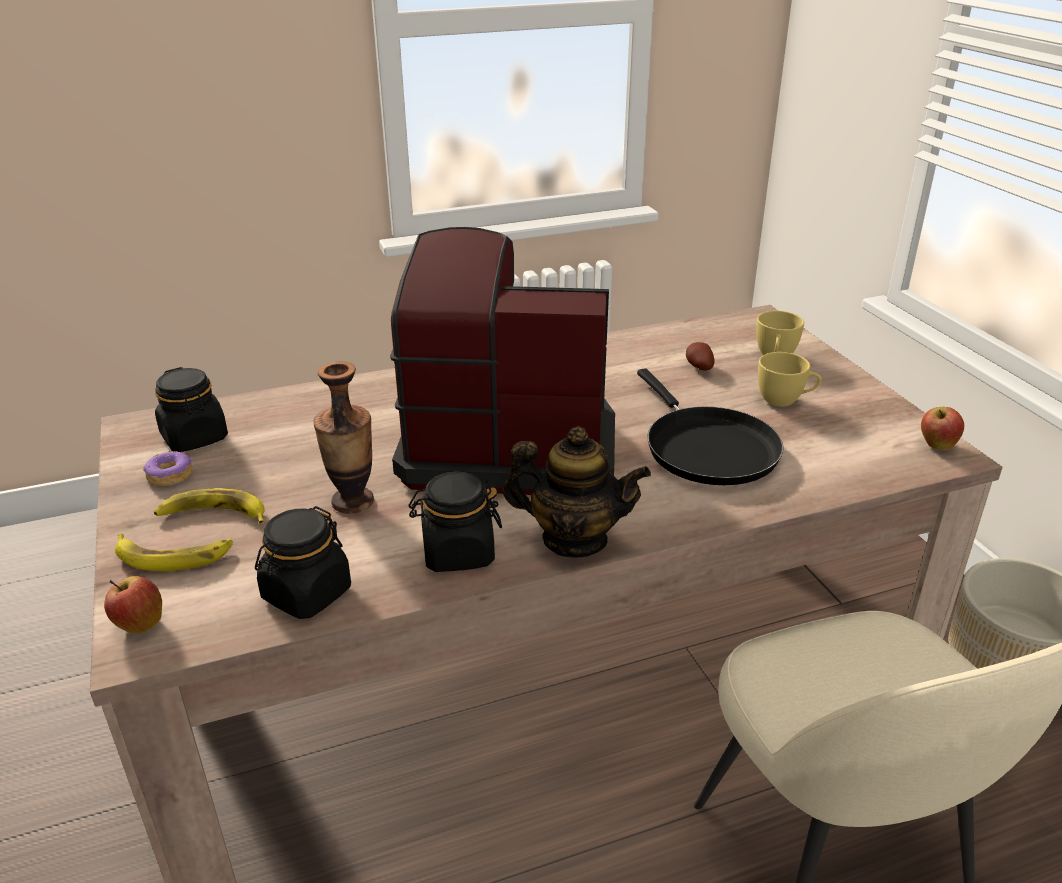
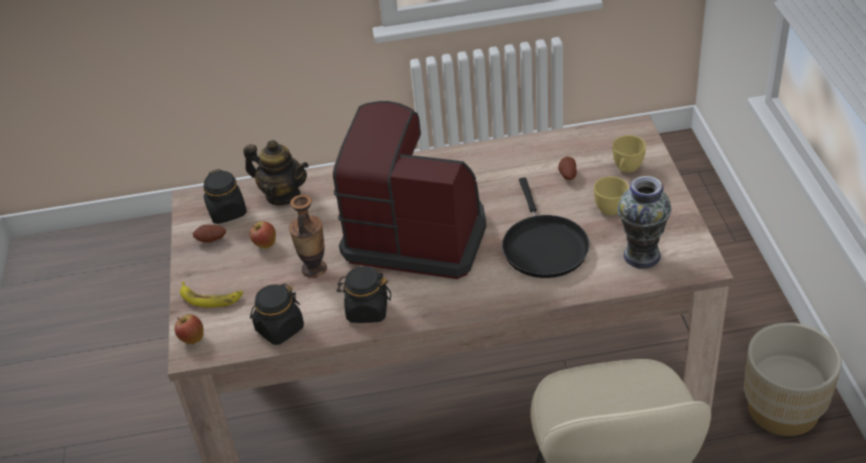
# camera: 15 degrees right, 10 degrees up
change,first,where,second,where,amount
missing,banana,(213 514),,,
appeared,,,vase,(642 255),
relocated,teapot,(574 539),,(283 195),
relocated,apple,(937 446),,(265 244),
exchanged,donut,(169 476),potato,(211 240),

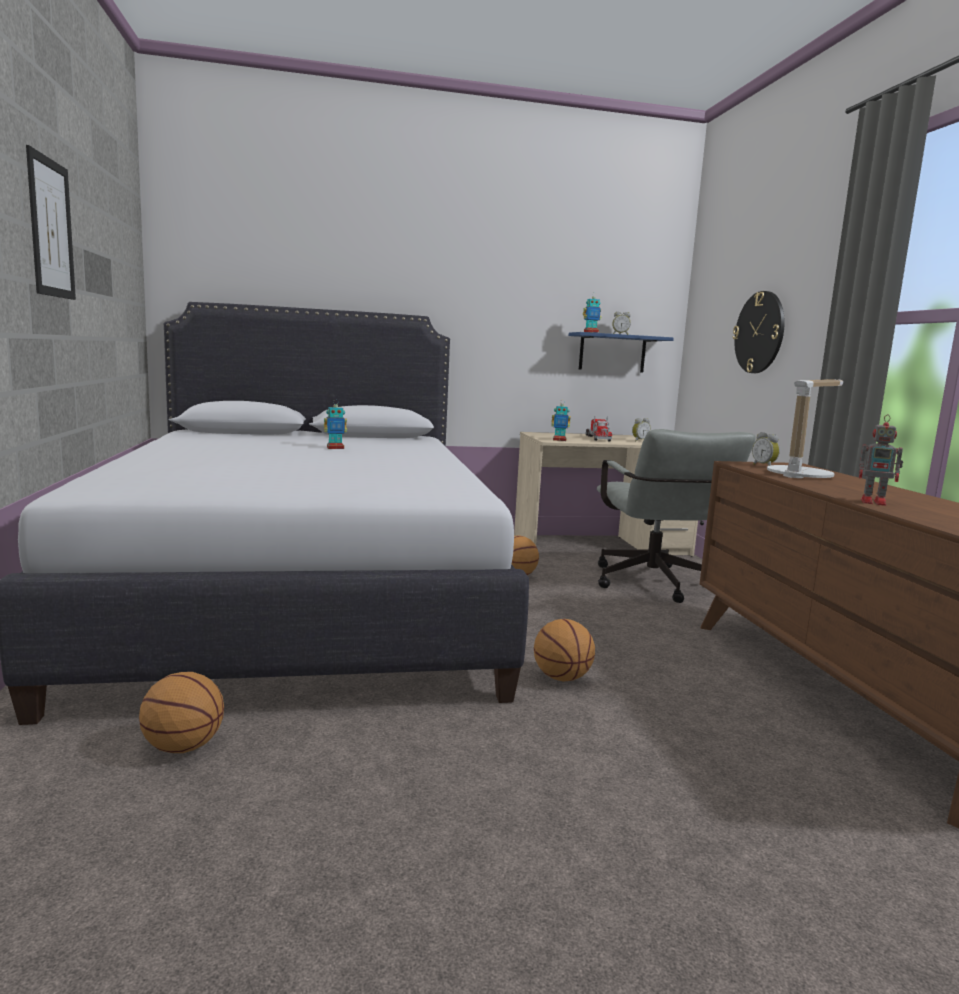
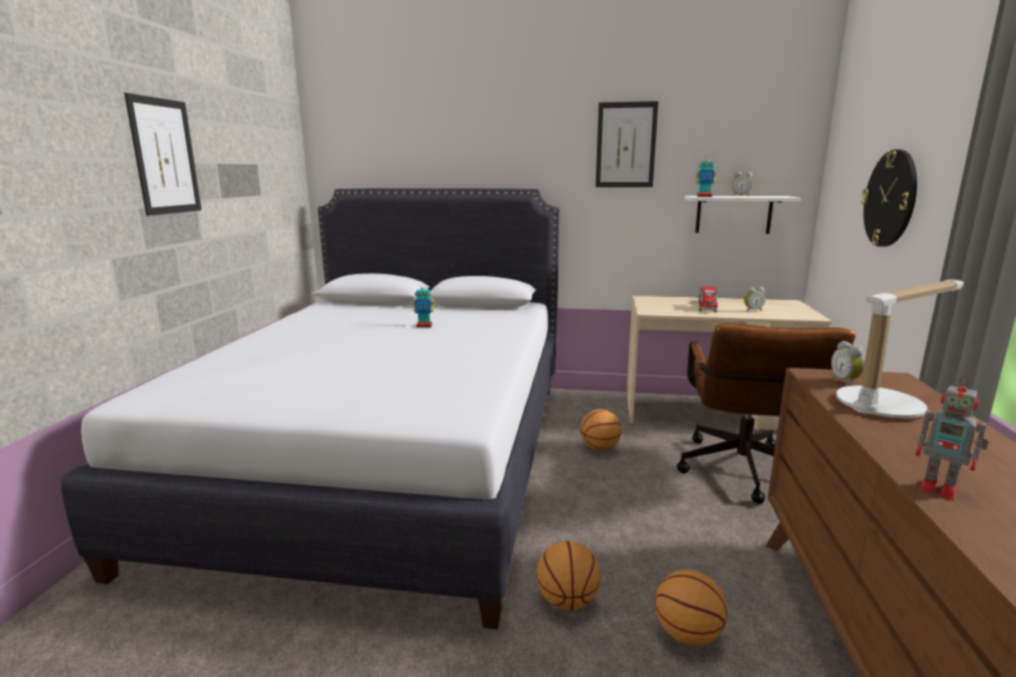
# camera: 20 degrees right, 5 degrees up
change,first,where,second,where,amount
missing,toy robot,(559 440),,,
appeared,,,picture,(626 145),
relocated,basketball,(184 747),,(688 634),
colour,blue shelf,(612 353),white shelf,(733 214),
colour,grey office chair,(656 586),brown office chair,(744 475),

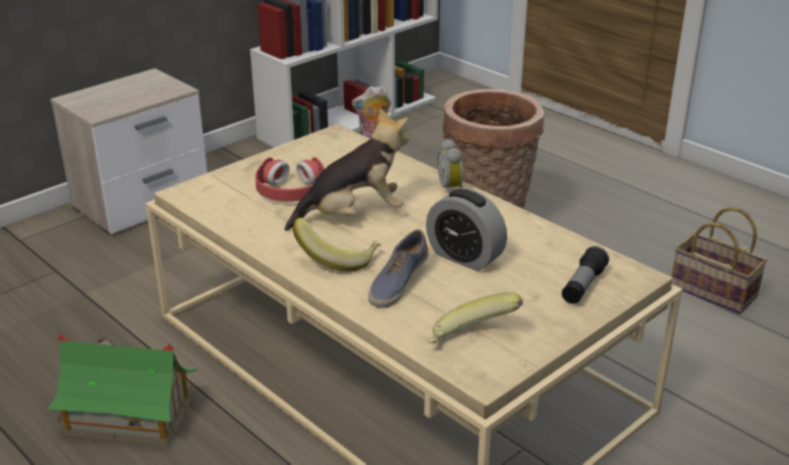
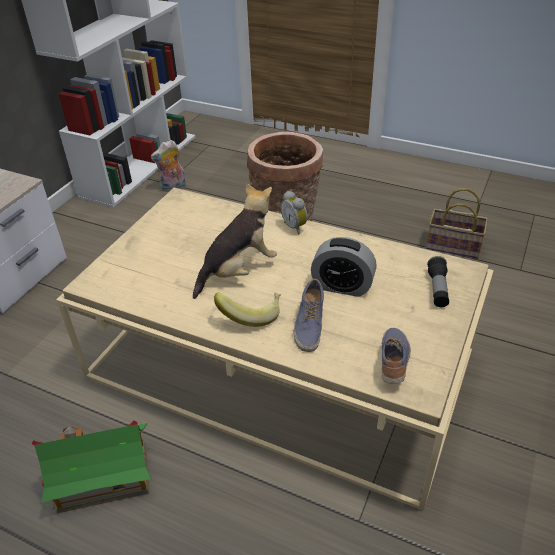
# camera: 20 degrees left, 10 degrees up
change,first,where,second,where,amount
missing,red headphones,(291 191),,,
exchanged,banana,(472 341),shoe,(394 361),

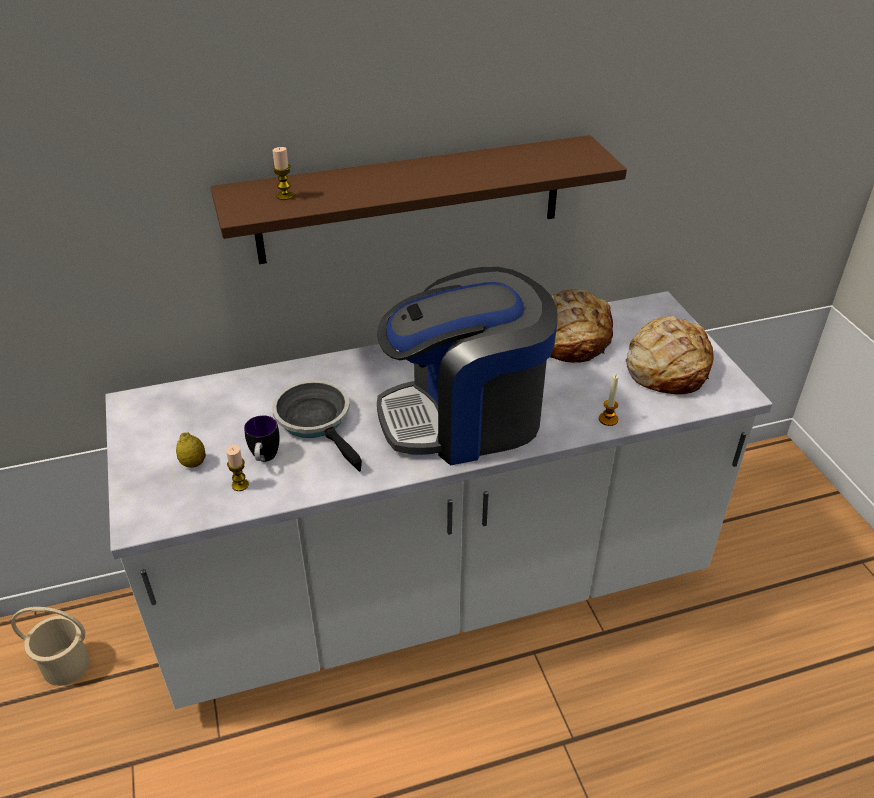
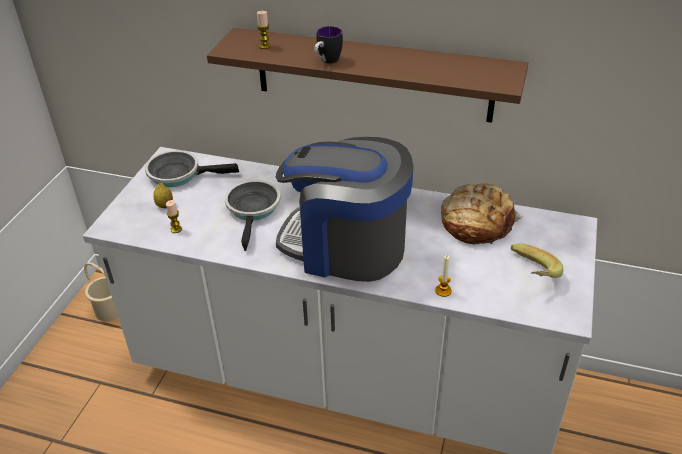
# camera: 35 degrees right, 0 degrees up
change,first,where,second,where,amount
appeared,,,frying pan,(179 174),
relocated,mug,(264 459),,(327 62),
exchanged,bread,(666 368),banana,(529 274),

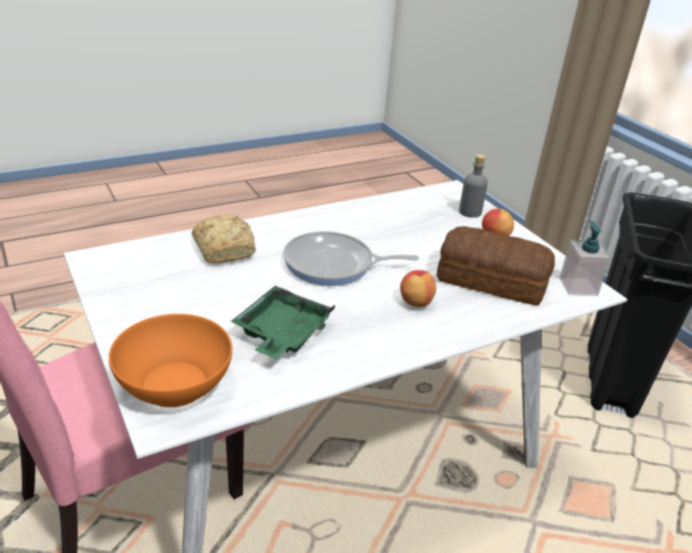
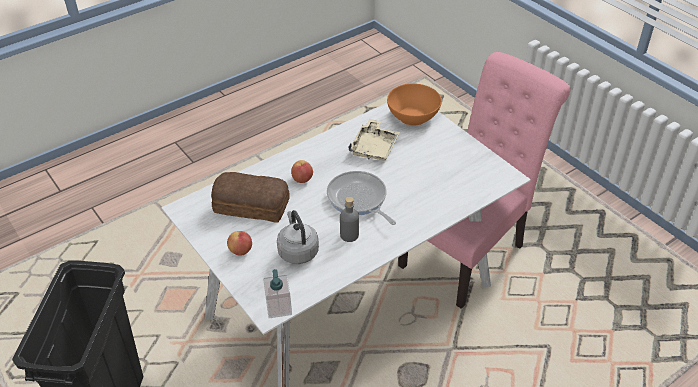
# camera: 175 degrees right, 10 degrees up
change,first,where,second,where,amount
missing,bread,(224 249),,,
appeared,,,grey kettle,(297 251),
relocated,grey bottle,(470 212),,(349 235),
relocated,soap dispenser,(578 286),,(279 307),
colour,green tray,(282 333),beige tray,(374 147),
spun,frying pan,(333 265),,(358 199),120 degrees counterclockwise

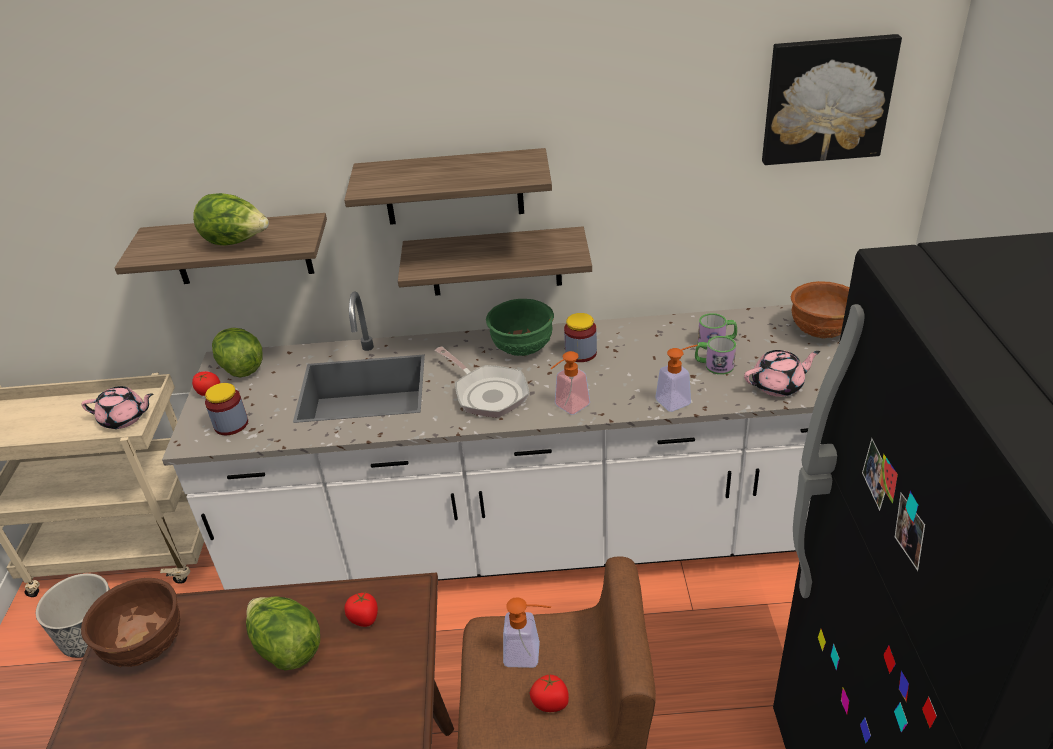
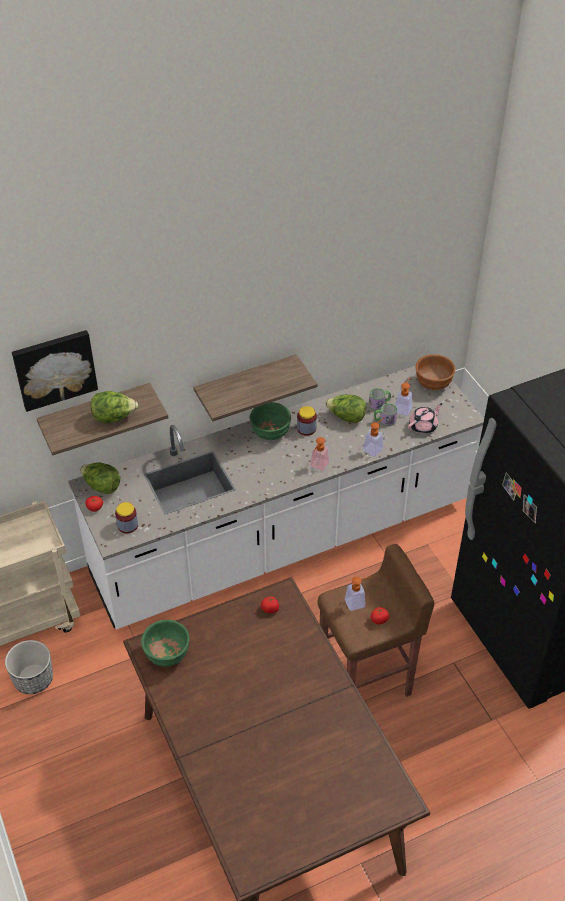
# camera: 25 degrees left, 10 degrees up
change,first,where,second,where,amount
missing,pink teapot,(124 419),,,
missing,shelf,(453 187),,,
missing,frying pan,(487 393),,,
appeared,,,soap dispenser,(404 407),
relocated,lettuce,(287 648),,(346 417),
relocated,picture,(826 99),,(54 368),
colour,brown bowl,(147 645),green bowl,(167 654),

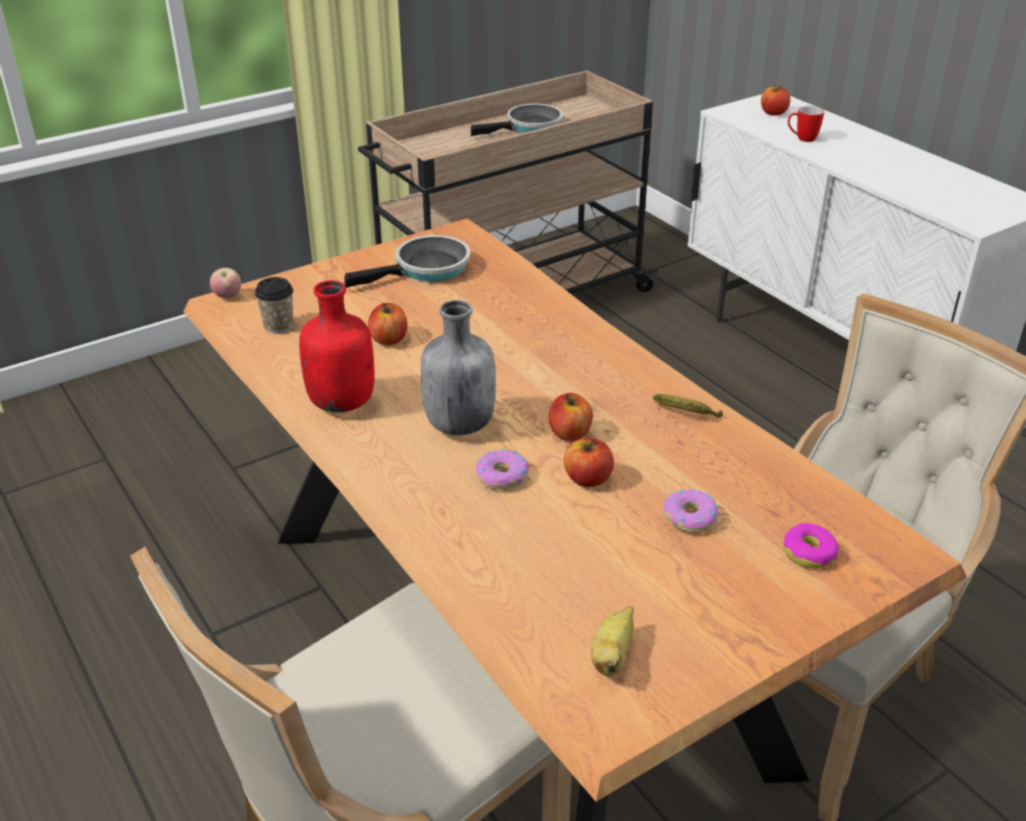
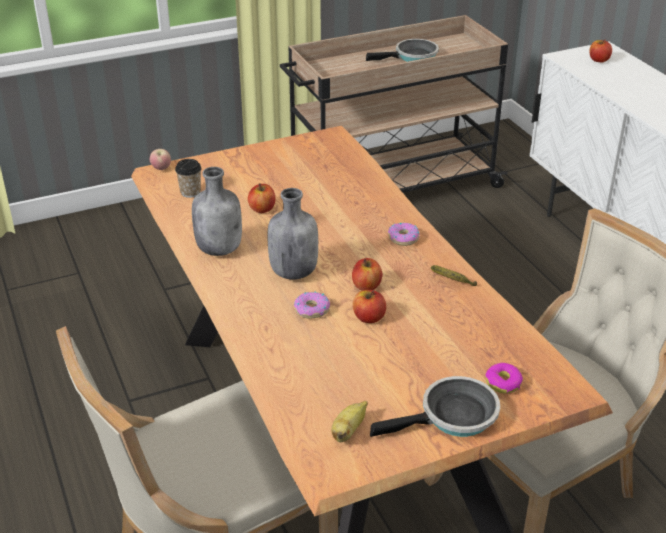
# camera: 10 degrees right, 0 degrees up
change,first,where,second,where,amount
missing,mug,(801 139),,,
relocated,frying pan,(427 270),,(453 417),
relocated,donut,(690 517),,(403 238),
colour,red bottle,(343 402),grey bottle,(220 249),

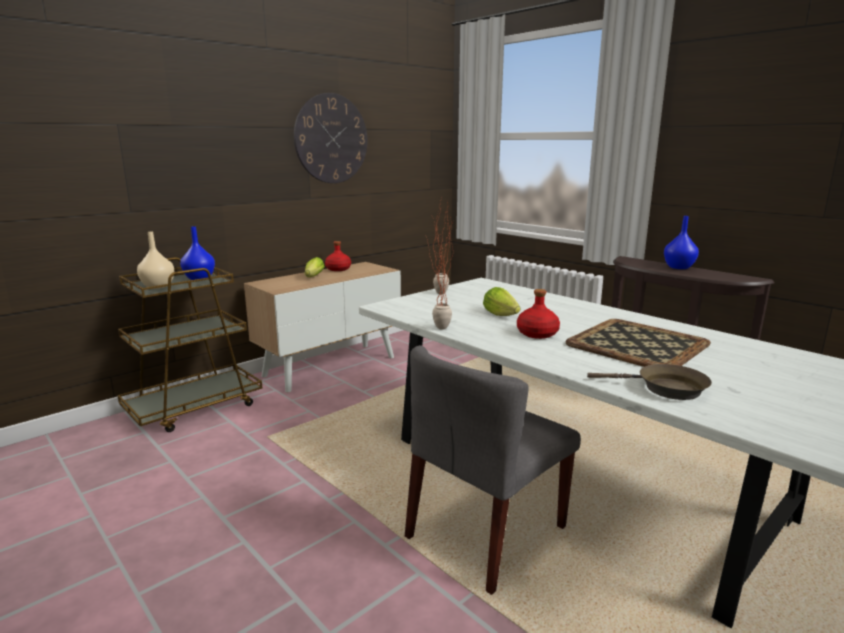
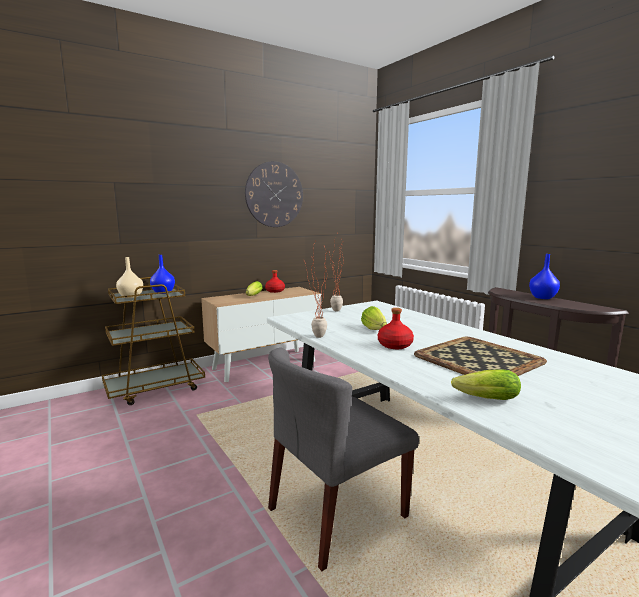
# camera: 10 degrees right, 5 degrees down
change,first,where,second,where,amount
exchanged,brown frying pan,(665 388),lettuce,(483 399),

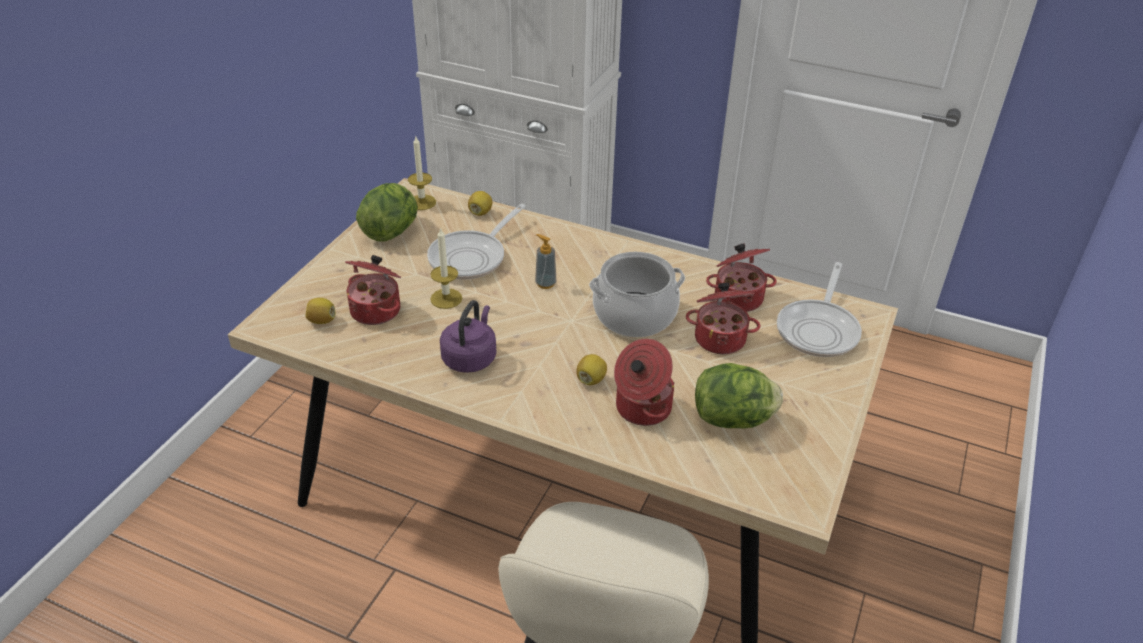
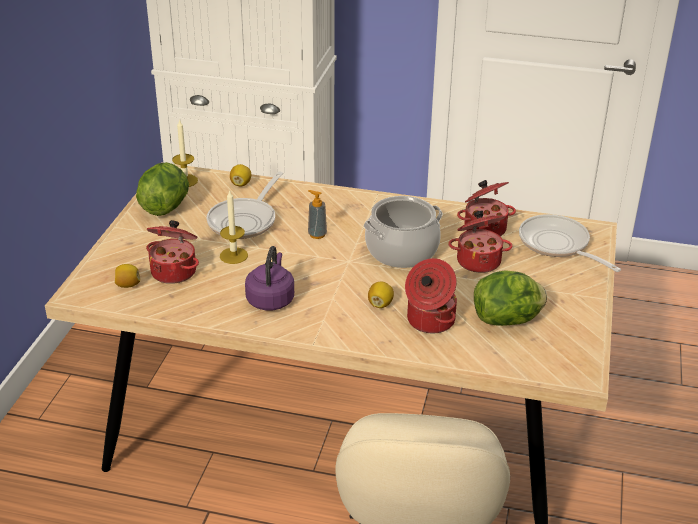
# camera: 10 degrees left, 5 degrees down
change,first,where,second,where,amount
spun,frying pan,(819 329),,(557 245),135 degrees clockwise

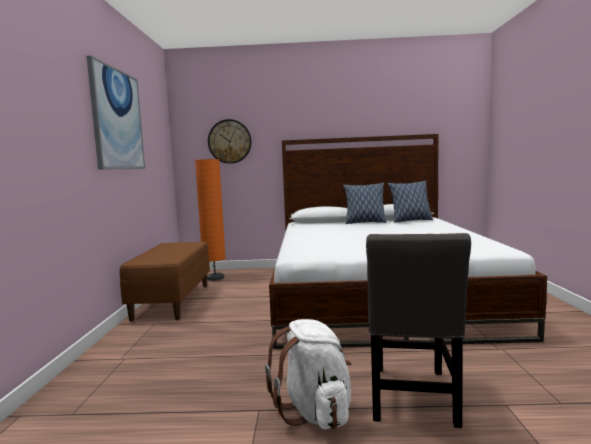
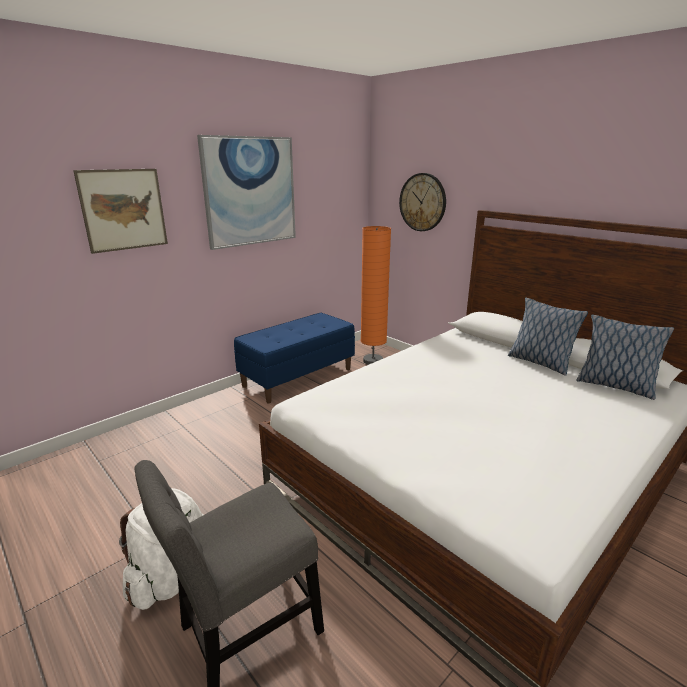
# camera: 45 degrees right, 15 degrees up
change,first,where,second,where,amount
appeared,,,picture,(124 210),
colour,brown bench,(172 301),blue bench,(298 377),

